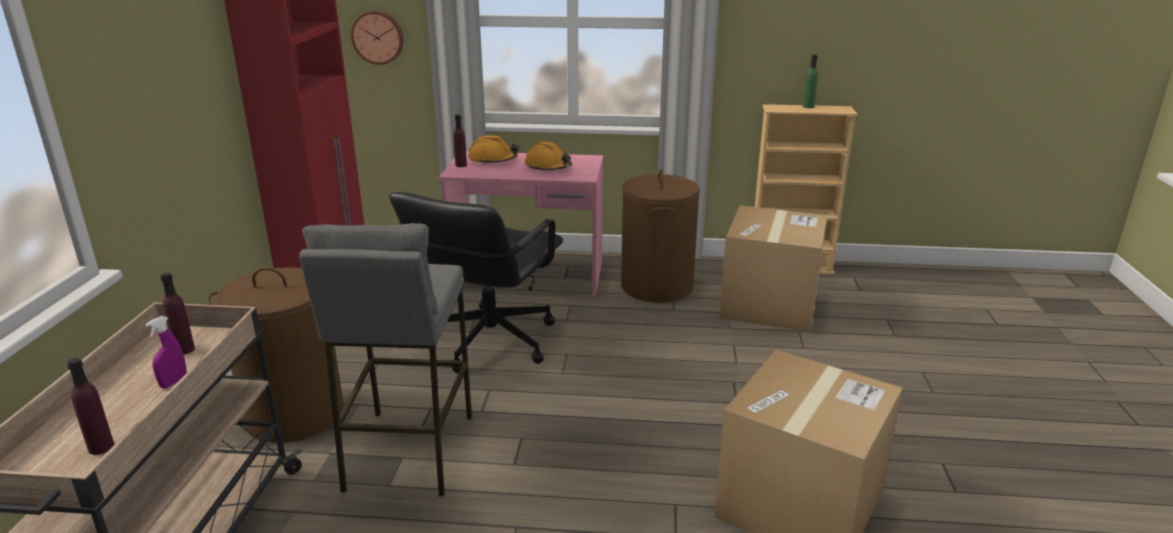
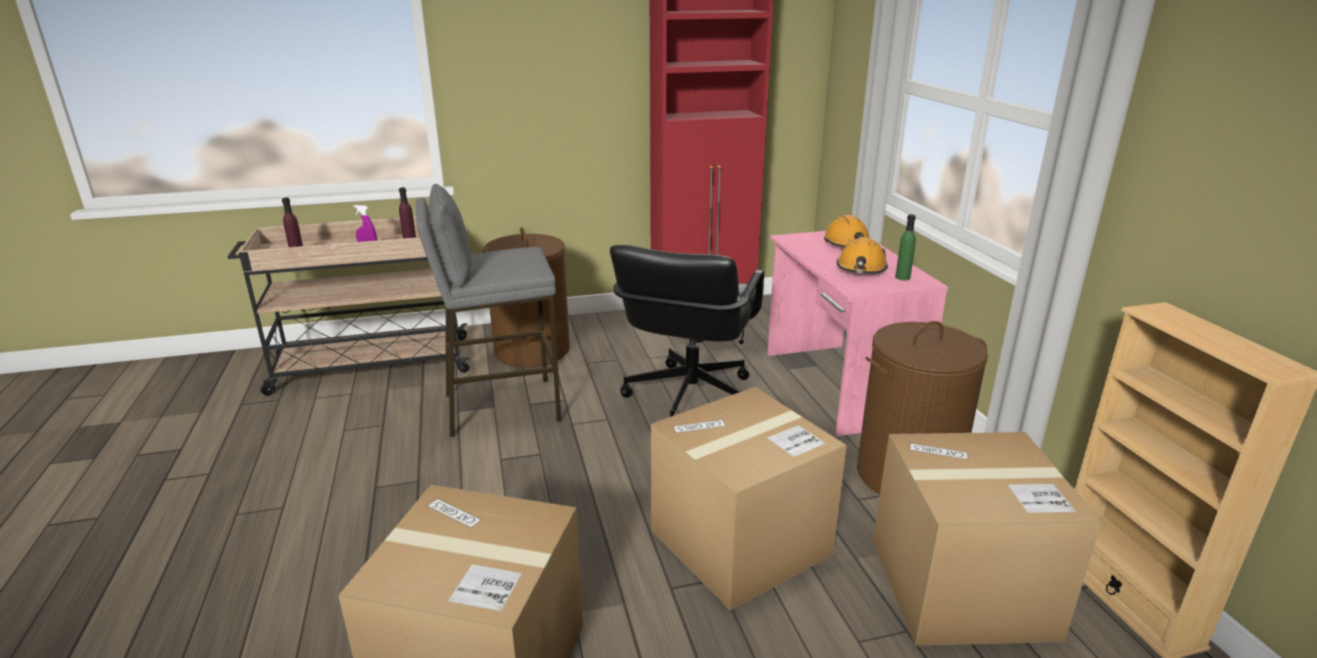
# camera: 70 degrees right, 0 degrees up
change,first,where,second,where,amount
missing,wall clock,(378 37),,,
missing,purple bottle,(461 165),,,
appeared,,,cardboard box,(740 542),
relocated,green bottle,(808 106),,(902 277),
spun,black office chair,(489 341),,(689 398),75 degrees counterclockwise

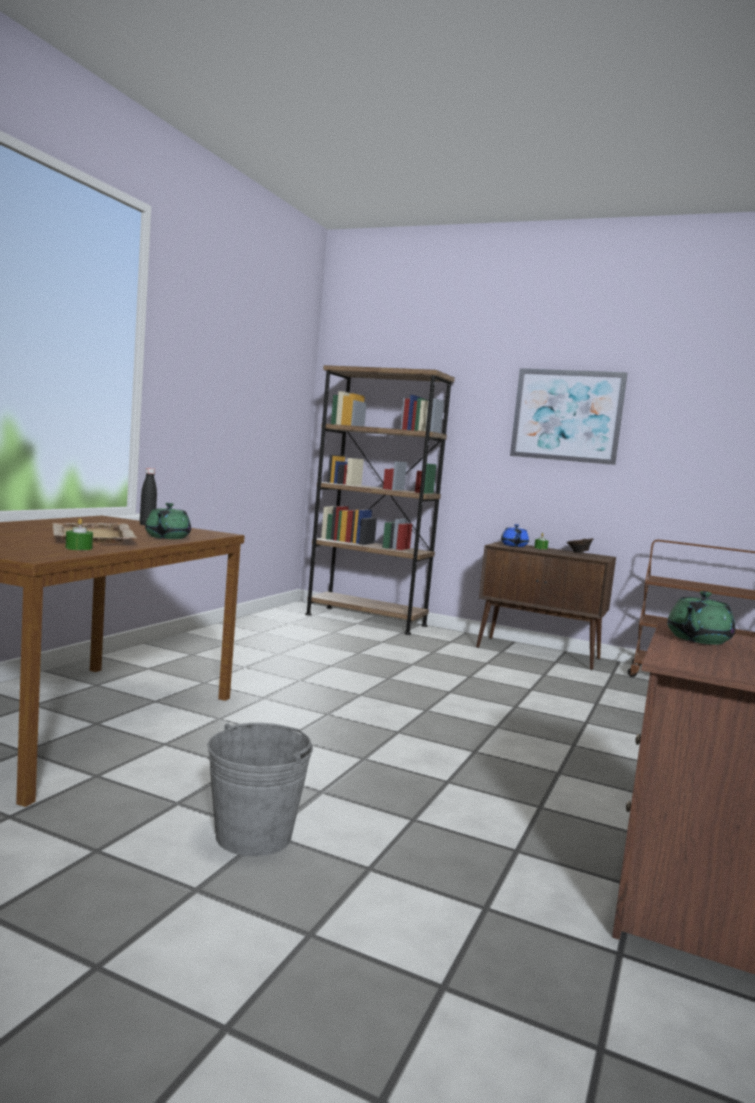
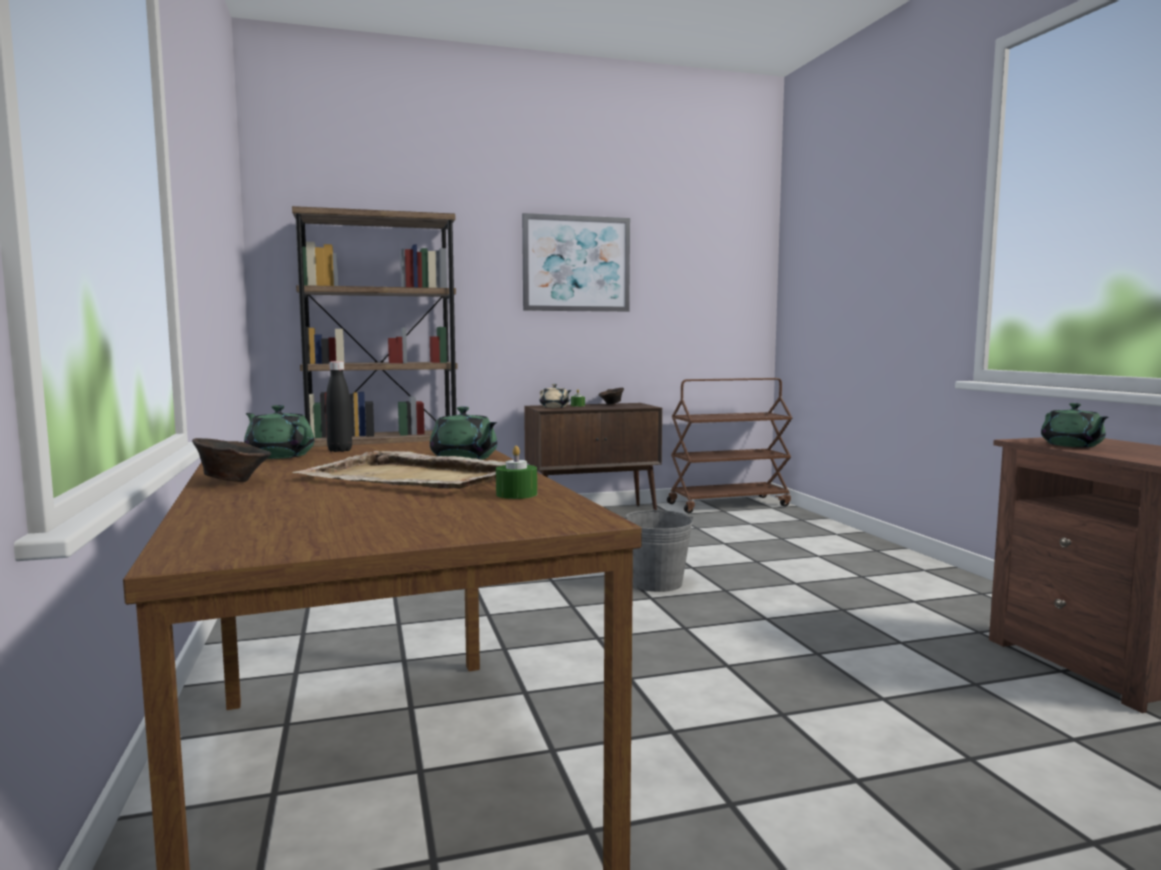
# camera: 40 degrees left, 0 degrees up
change,first,where,second,where,amount
appeared,,,brown bowl,(233 481),
appeared,,,green teapot,(279 456),
relocated,grey bucket,(254 836),,(656 583),
colour,blue teapot,(514 545),beige teapot,(555 407),

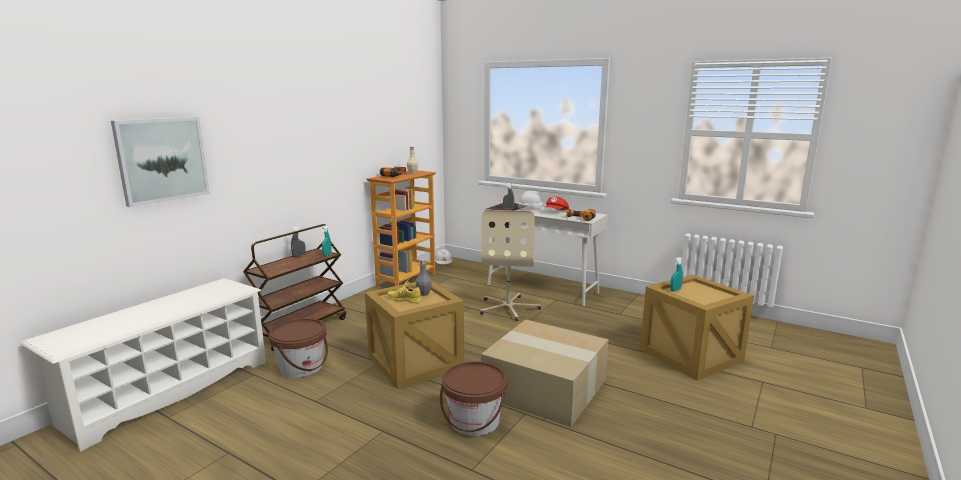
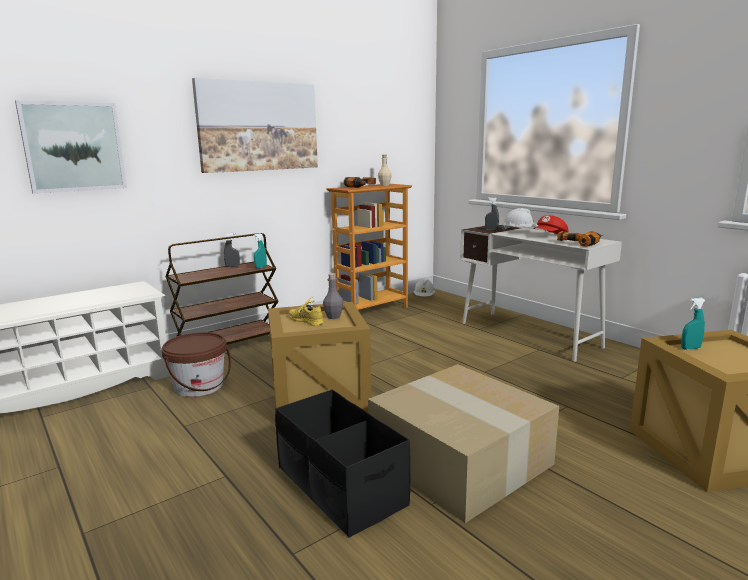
# camera: 20 degrees right, 0 degrees up
change,first,where,second,where,amount
missing,beige office chair,(509 308),,,
appeared,,,picture,(258 126),
exchanged,brown bucket,(474 421),black storage box,(340 486),

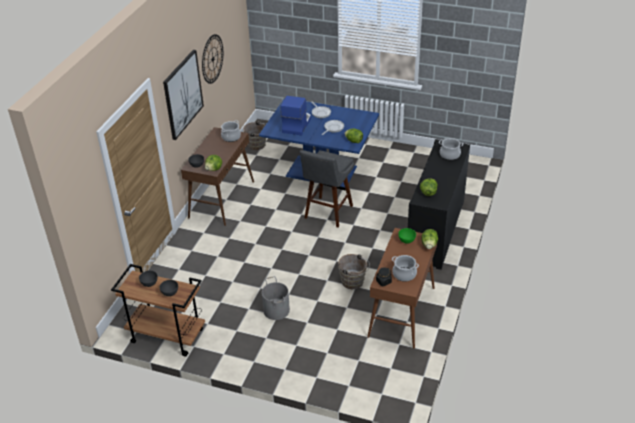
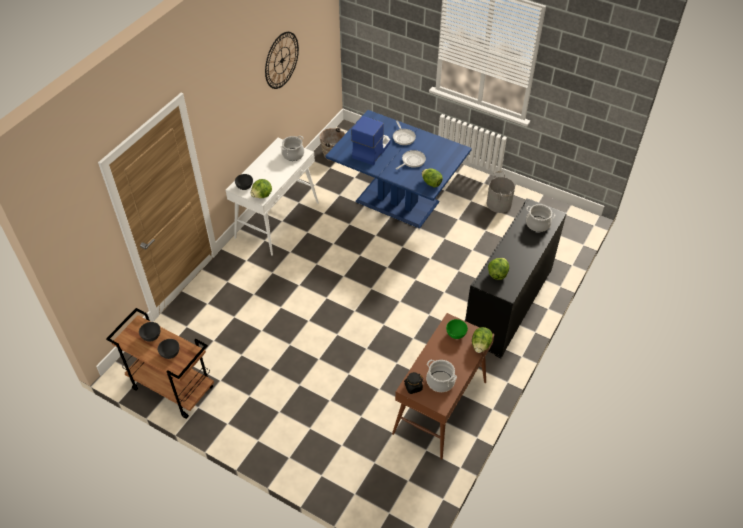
# camera: 10 degrees right, 10 degrees up
change,first,where,second,where,amount
missing,picture,(183 94),,,
missing,grey stool,(327 213),,,
missing,brown bucket,(354 282),,,
relocated,grey bucket,(276 310),,(498 204),
colour,brown console table,(221 199),white console table,(277 220),

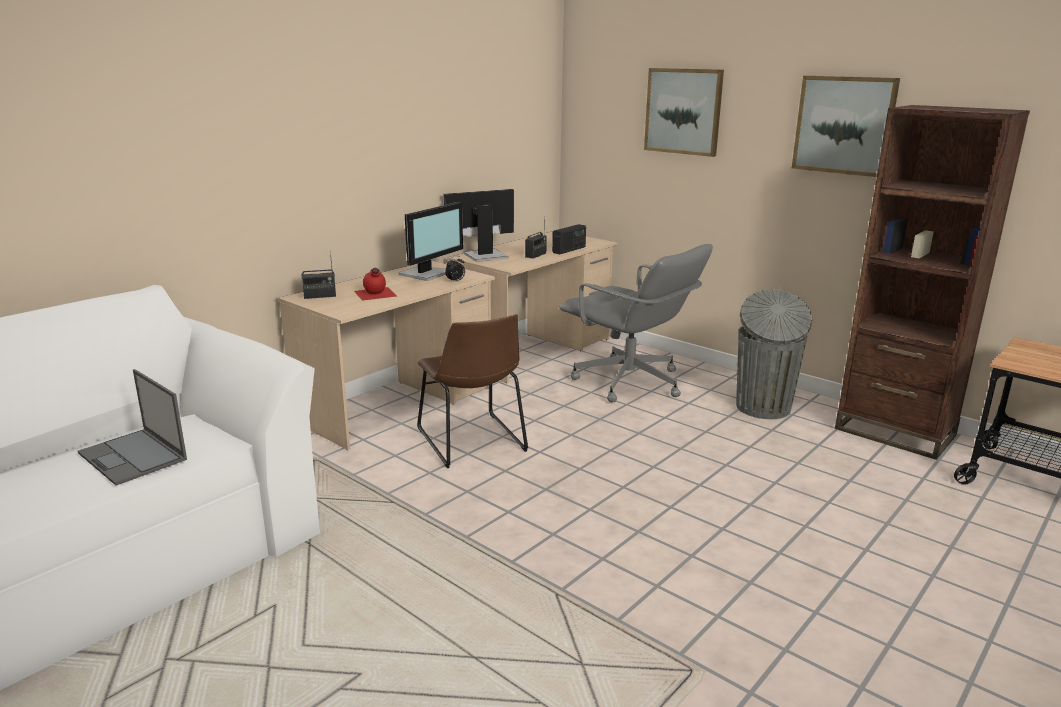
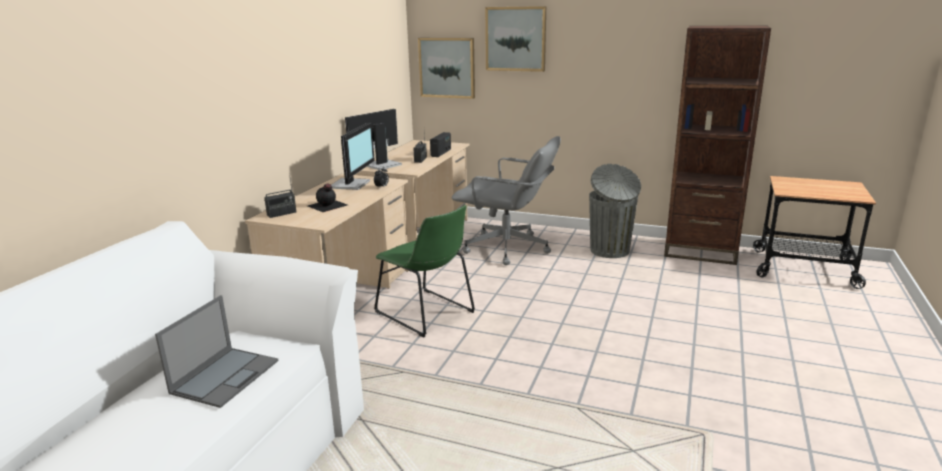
# camera: 20 degrees left, 0 degrees up
change,first,where,second,where,amount
relocated,picture,(844 125),,(447 67),
colour,red bottle,(375 293),black bottle,(327 205),
colour,brown chair,(472 442),green chair,(427 313),
spun,laptop,(133 457),,(226 376),90 degrees counterclockwise

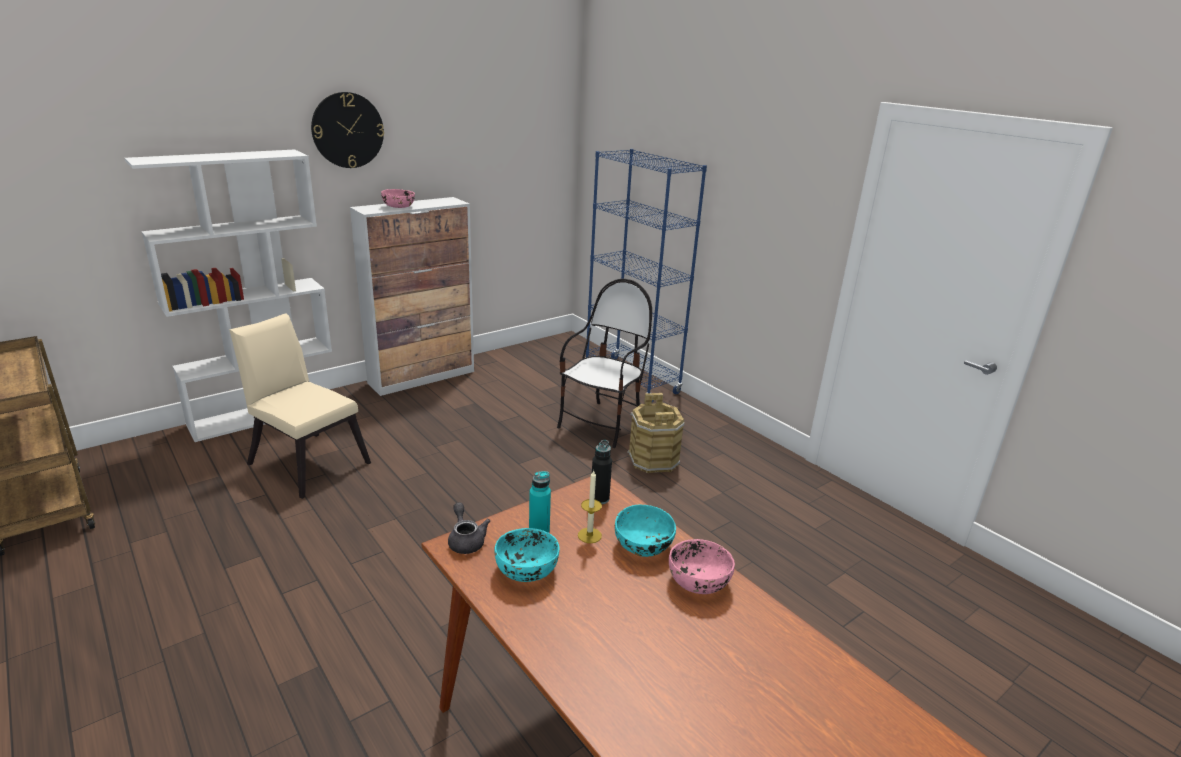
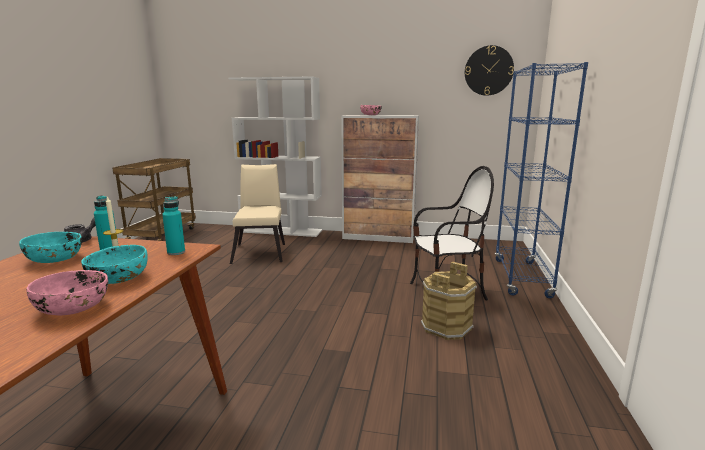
# camera: 50 degrees right, 10 degrees down
change,first,where,second,where,amount
relocated,wall clock,(347 130),,(488 70),
colour,black bottle,(599 499),turquoise bottle,(176 252),

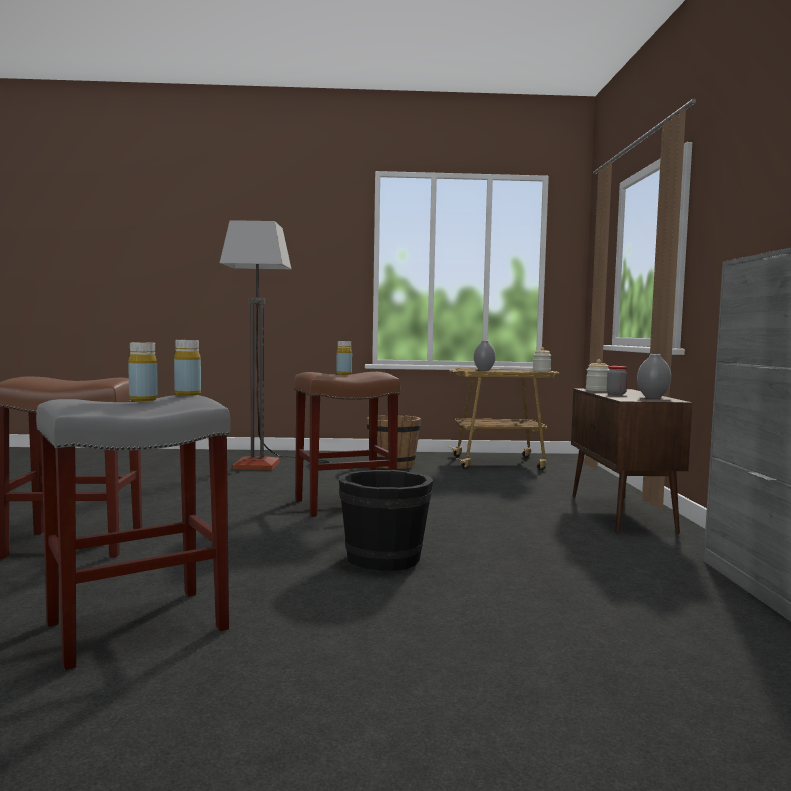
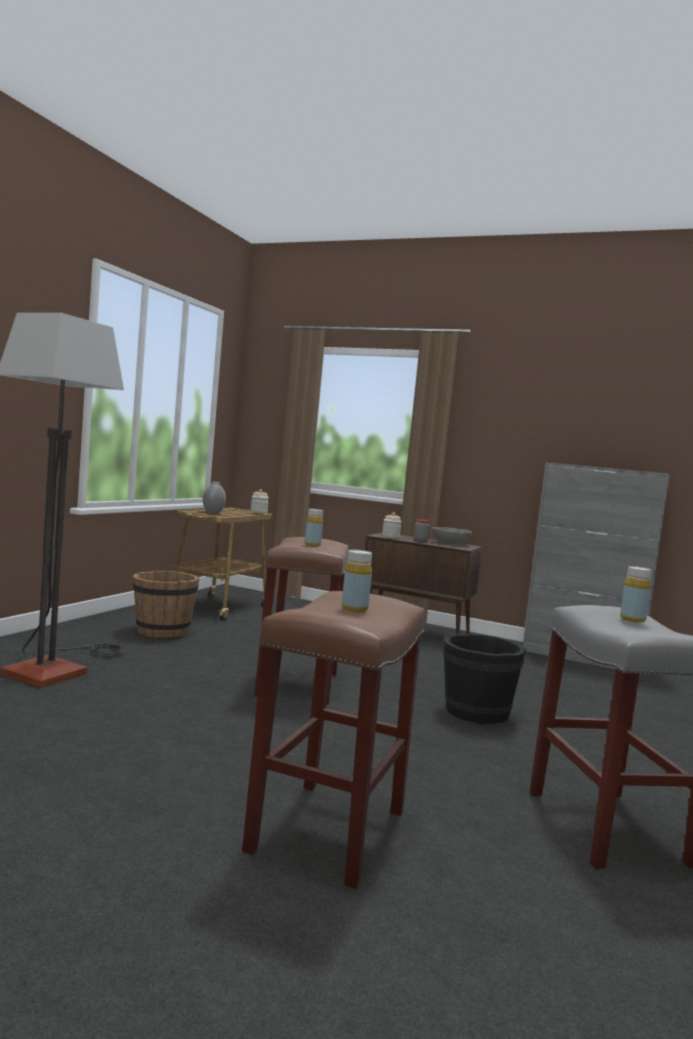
# camera: 65 degrees left, 0 degrees up
change,first,where,second,where,amount
relocated,yellow bottle,(187 394),,(354 609),
exchanged,grey vase,(652 397),grey bowl,(451 543),

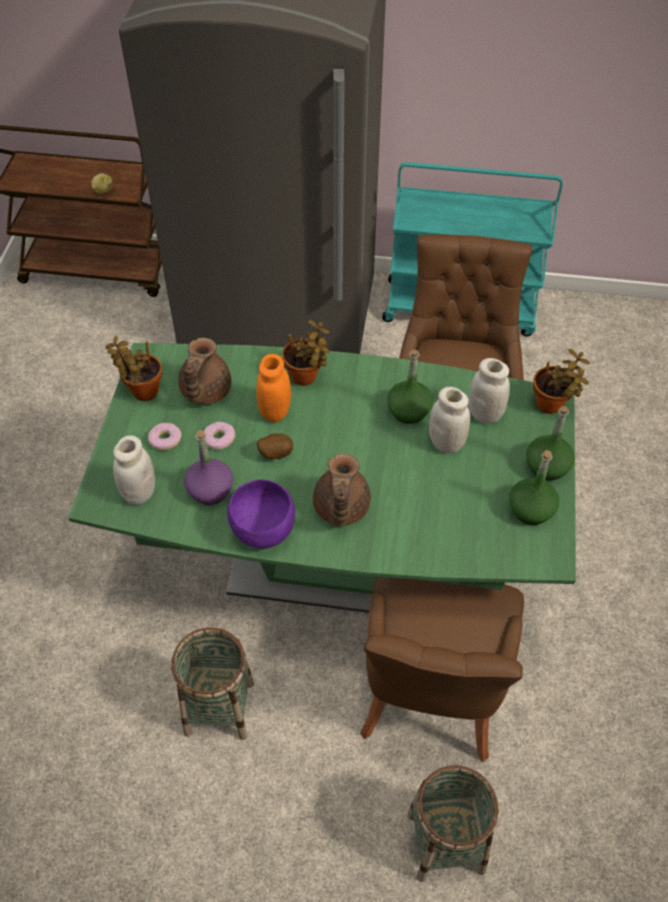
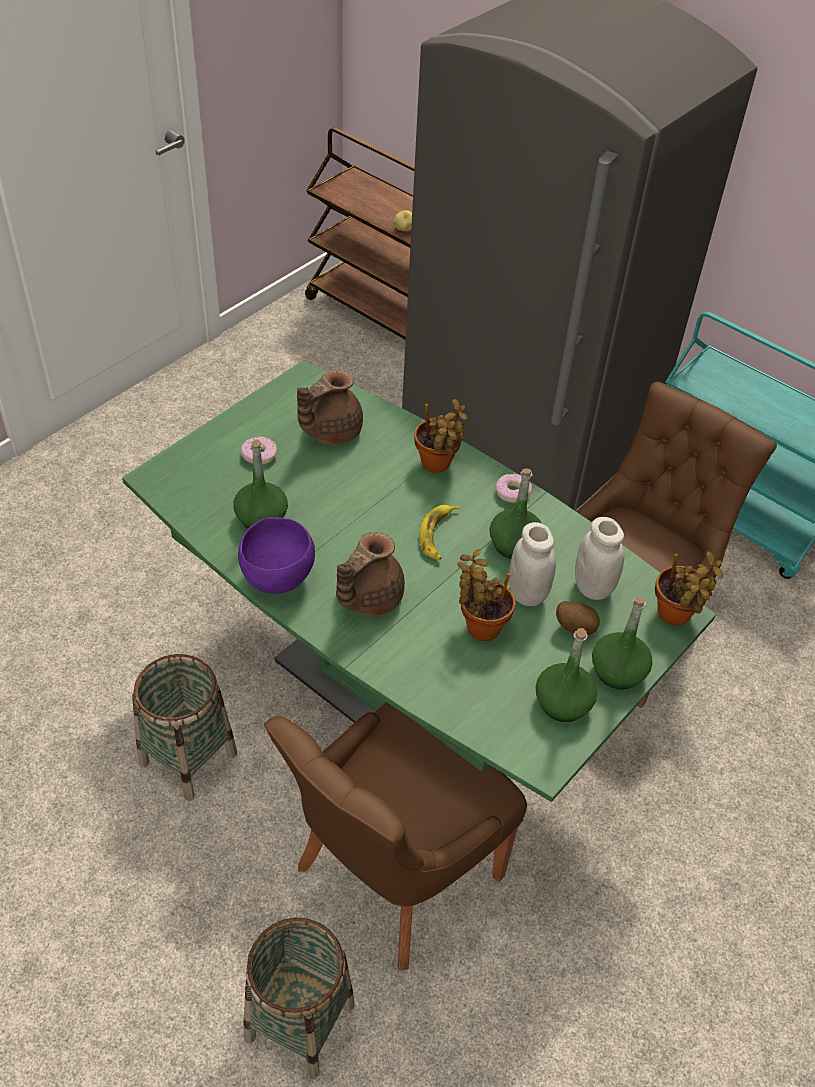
# camera: 30 degrees right, 5 degrees down
change,first,where,second,where,amount
missing,white jar,(139 493),,,
missing,orange jar,(275 412),,,
appeared,,,banana,(438 535),
relocated,potted plant,(142 391),,(480 625),
relocated,donut,(219 439),,(512 492),
relocated,potato,(275 453),,(575 627),
colour,purple bottle,(210 490),green bottle,(261 518),

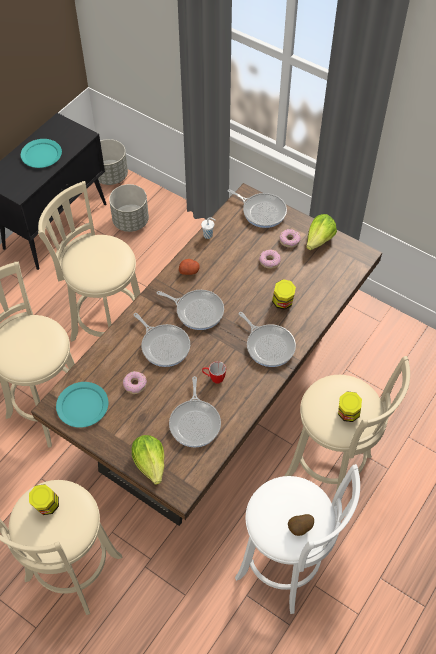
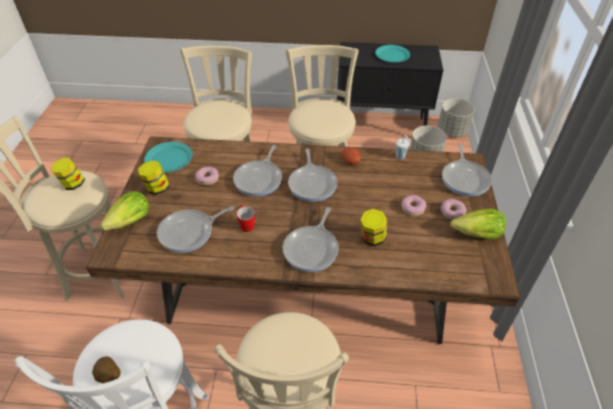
# camera: 60 degrees right, 10 degrees down
change,first,where,second,where,amount
relocated,jar,(347 414),,(157 188),

